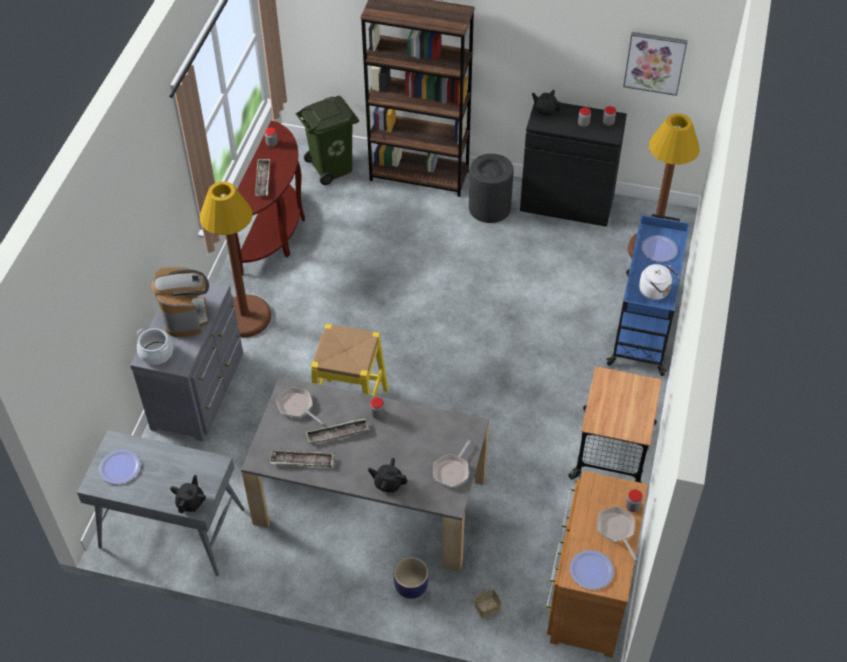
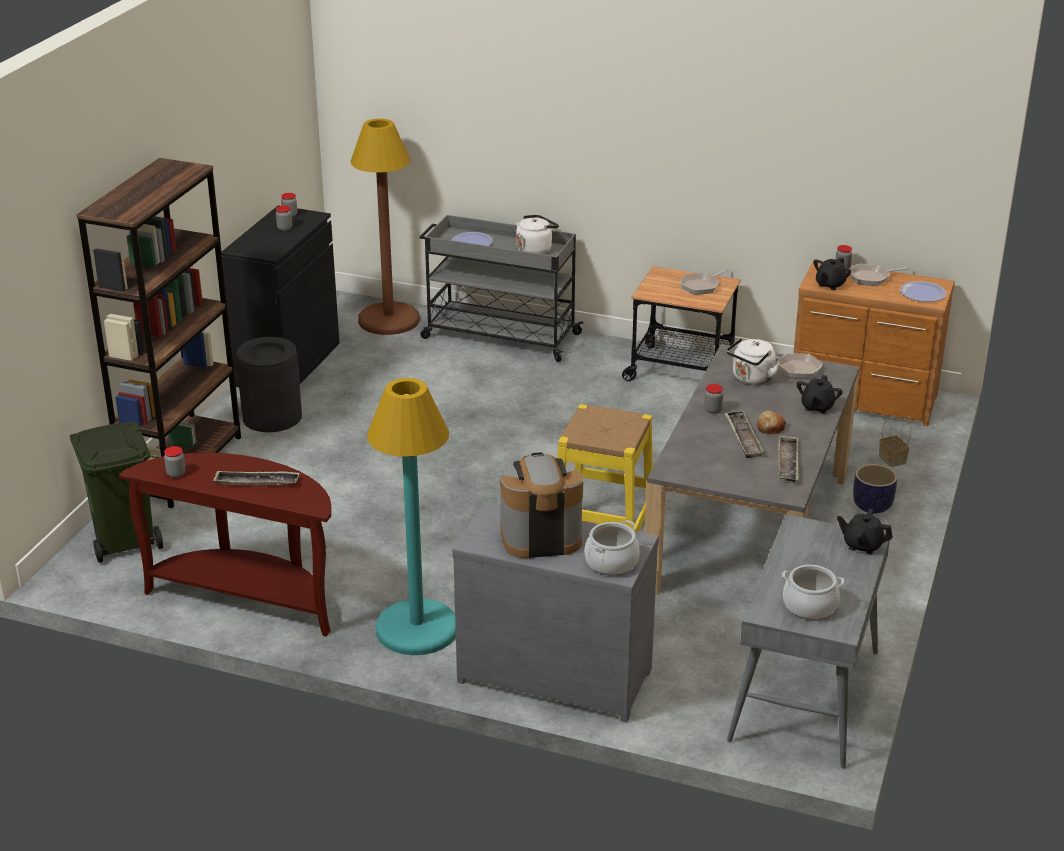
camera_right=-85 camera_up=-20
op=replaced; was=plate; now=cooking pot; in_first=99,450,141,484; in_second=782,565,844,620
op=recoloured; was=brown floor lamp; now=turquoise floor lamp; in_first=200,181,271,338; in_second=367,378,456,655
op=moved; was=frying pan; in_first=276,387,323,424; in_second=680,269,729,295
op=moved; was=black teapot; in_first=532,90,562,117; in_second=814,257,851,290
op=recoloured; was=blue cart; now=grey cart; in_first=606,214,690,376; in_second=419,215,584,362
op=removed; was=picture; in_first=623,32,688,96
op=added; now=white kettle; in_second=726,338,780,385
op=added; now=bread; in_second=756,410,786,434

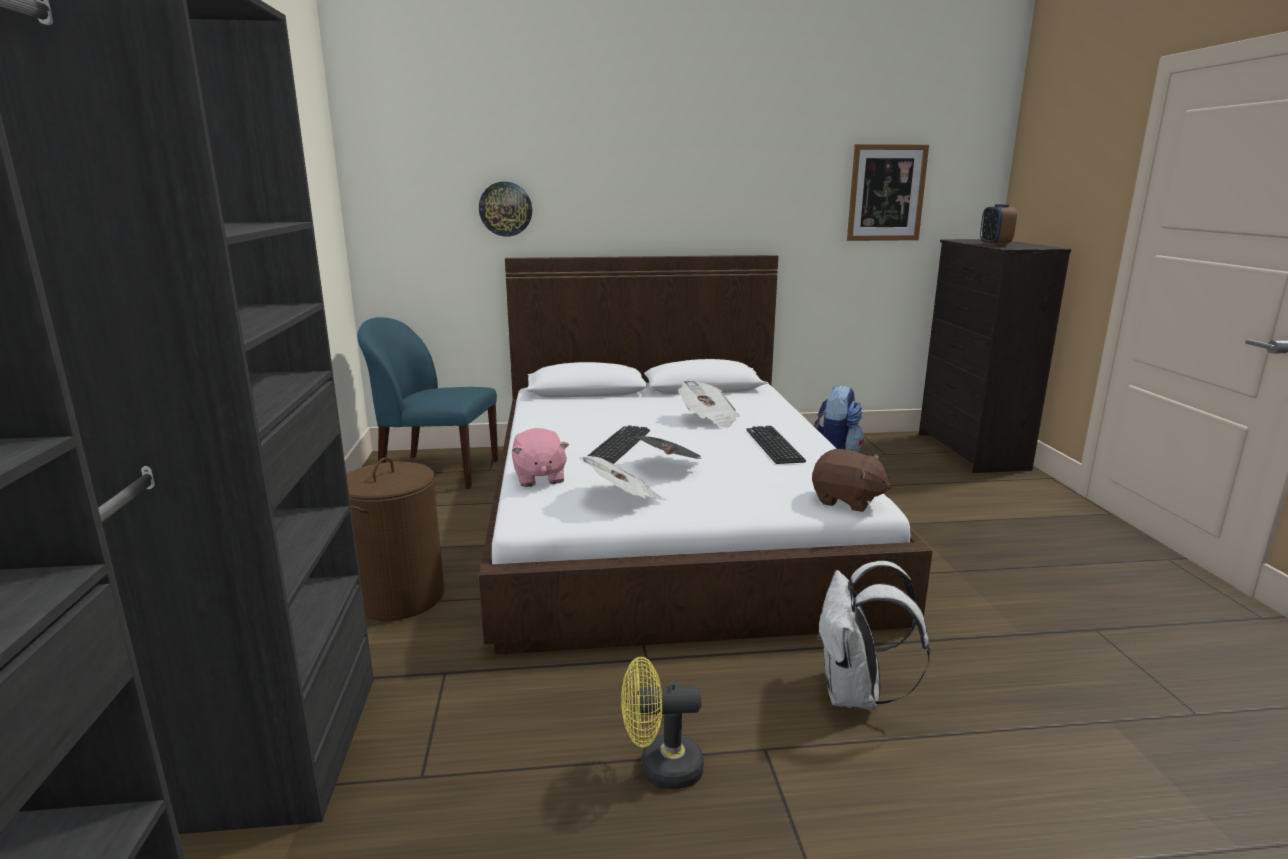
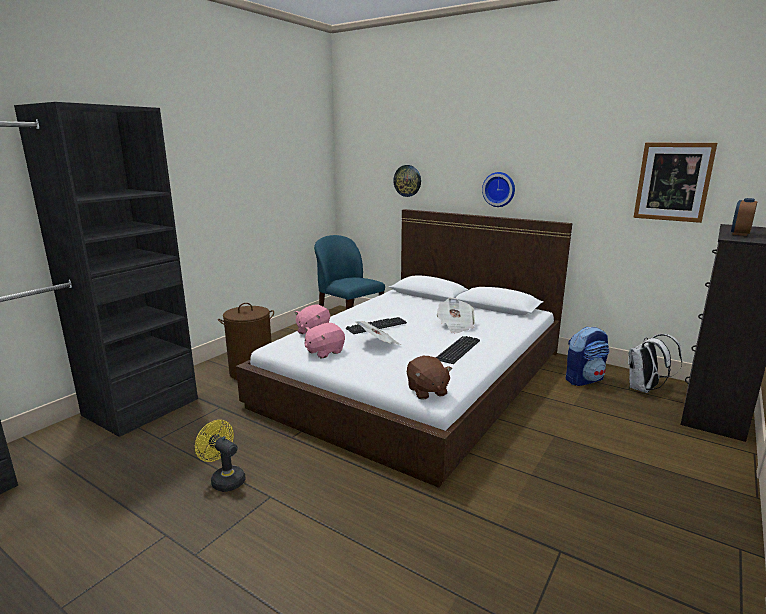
camera_right=40 camera_up=0
op=replaced; was=newspaper; now=pink plush toy; in_first=578,456,666,500; in_second=305,323,345,358
op=moved; was=white backpack; in_first=817,561,930,710; in_second=628,334,682,393
op=added; now=wall clock; in_second=482,172,515,207

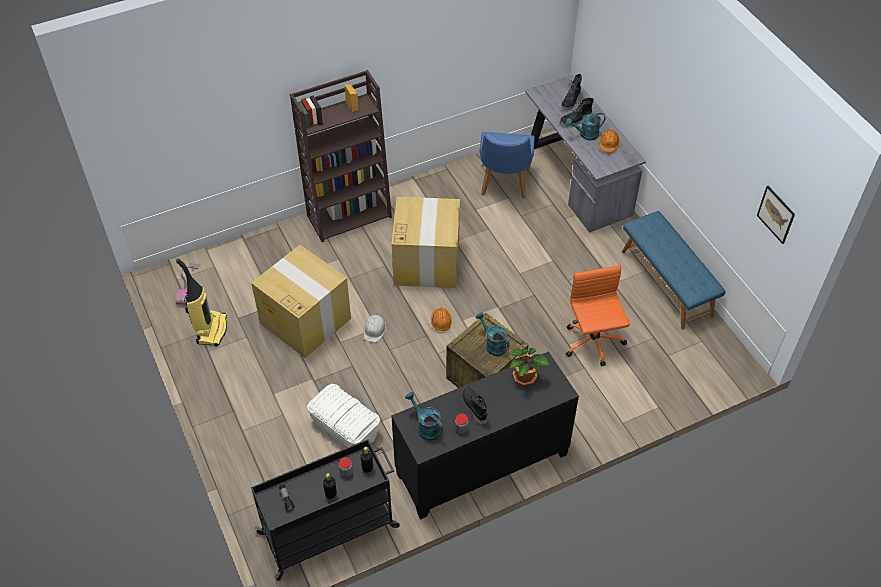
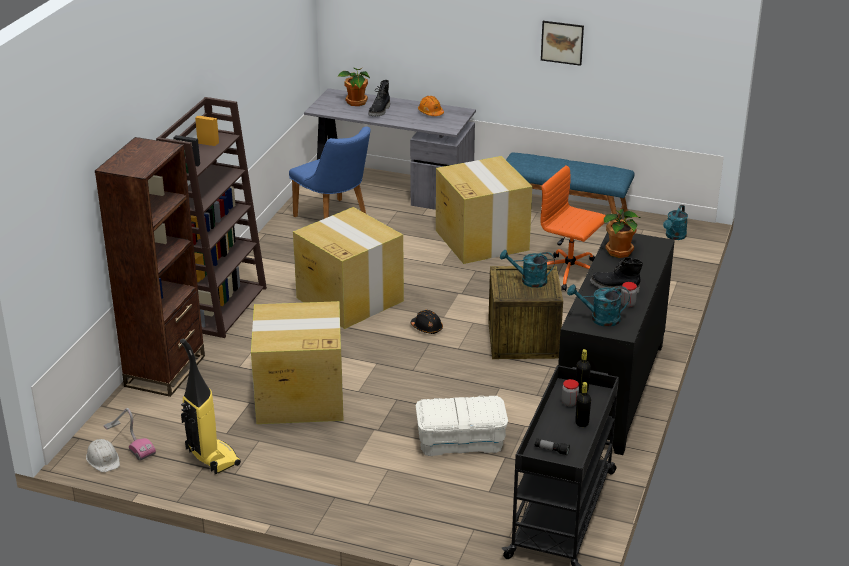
camera_right=-45 camera_up=-20
op=moved; was=white hard hat; in_first=364,314,386,342; in_second=86,439,120,472
op=recoloured; was=orange hard hat; now=black hard hat; in_first=431,308,452,331; in_second=411,310,443,334
op=replaced; was=black boot; now=potted plant; in_first=561,74,582,110; in_second=337,67,370,106
op=moved; was=turquoise watering can; in_first=566,113,605,140; in_second=663,205,688,240
op=moved; was=picture; in_first=757,186,795,244; in_second=541,21,584,66
op=added; now=brown bookcase; in_second=95,137,205,397
op=added; now=cardboard box; in_second=436,156,532,264

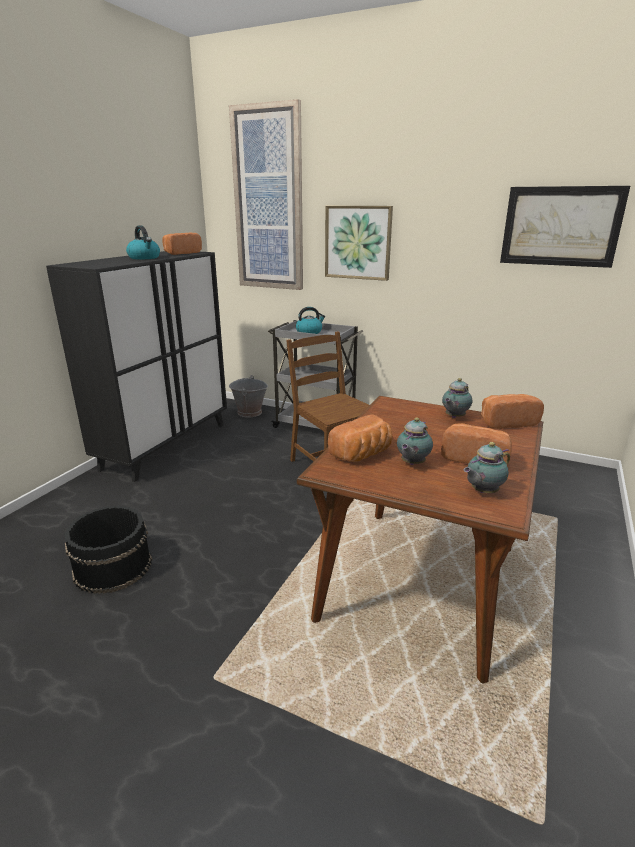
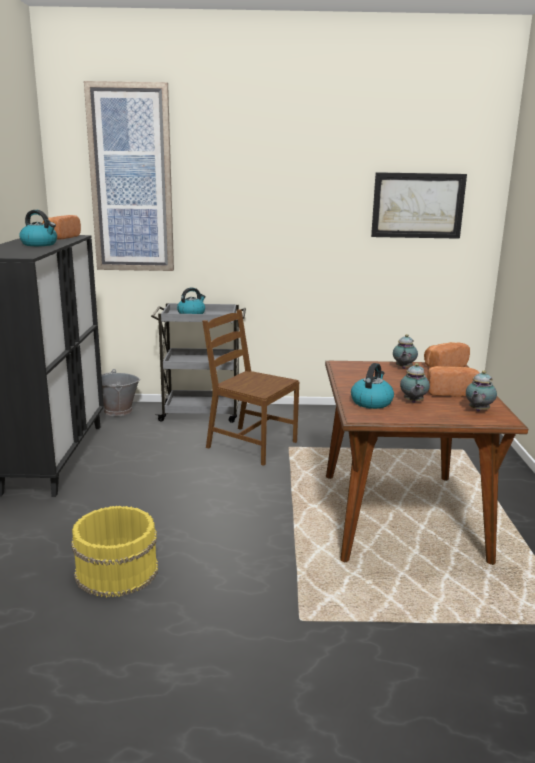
camera_right=-25 camera_up=-5
op=recoloured; was=black bucket; now=yellow bucket; in_first=65,506,152,594; in_second=71,506,158,597
op=removed; was=picture; in_first=325,206,393,281
op=replaced; was=bread; now=kettle; in_first=328,414,392,462; in_second=351,363,394,409

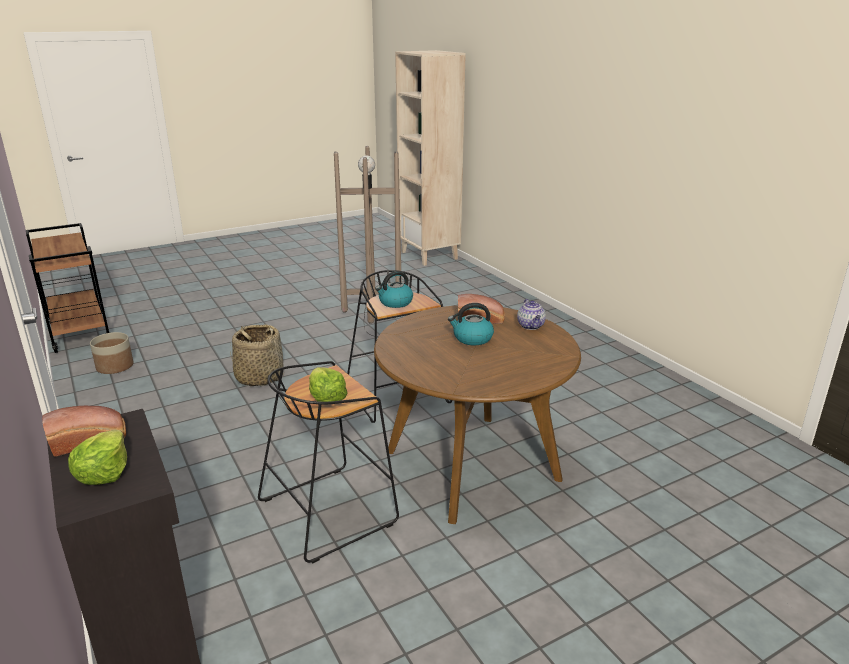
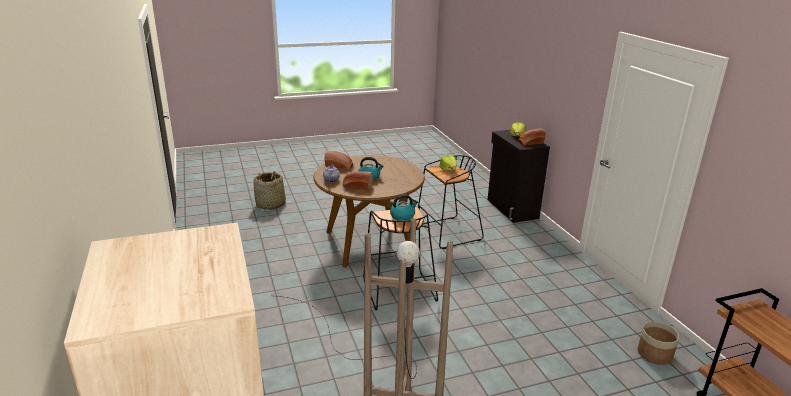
camera_right=-170 camera_up=0
op=moved; was=basket; in_first=230,324,284,386; in_second=254,171,286,210
op=added; now=bread; in_second=324,151,353,170

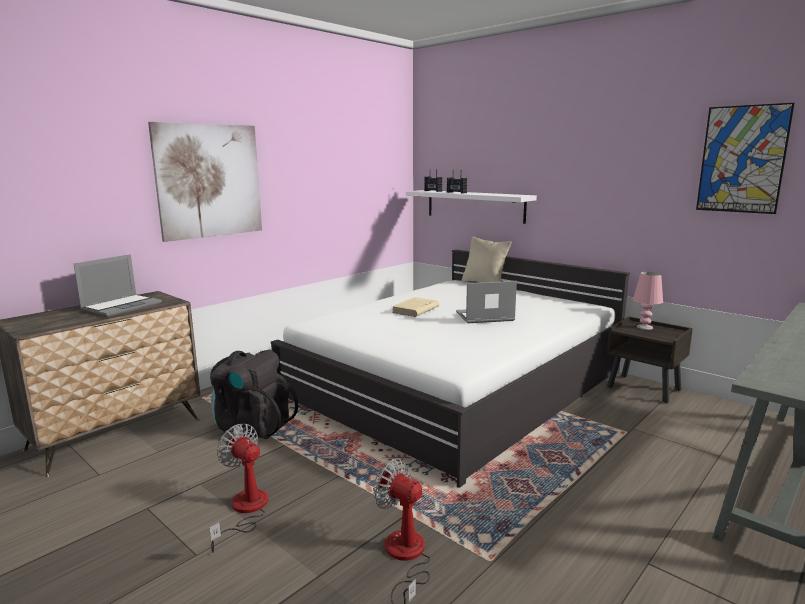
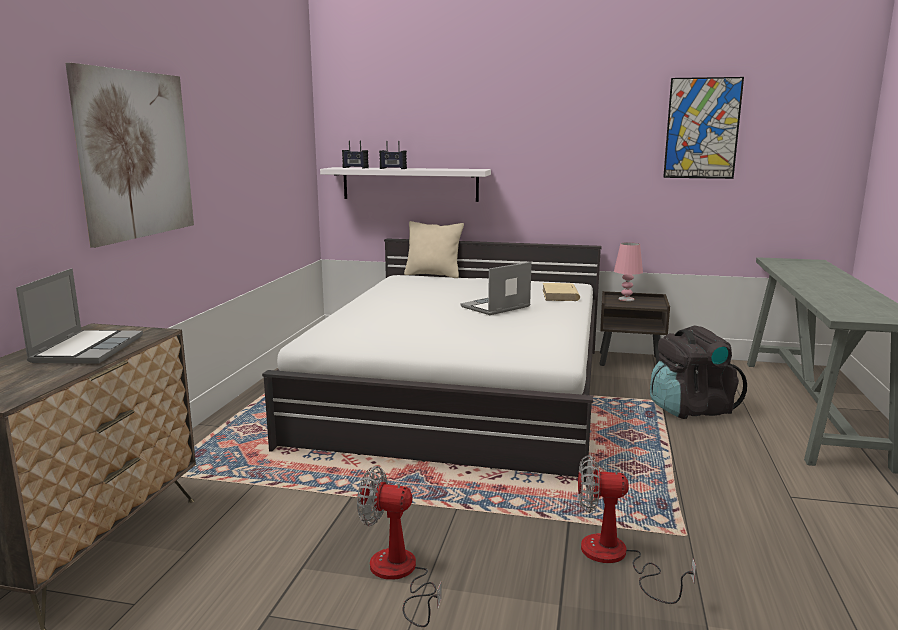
camera_right=-30 camera_up=0
op=moved; was=black backpack; in_first=210,349,298,439; in_second=650,325,747,419
op=moved; was=beige book; in_first=392,297,439,317; in_second=543,283,580,301

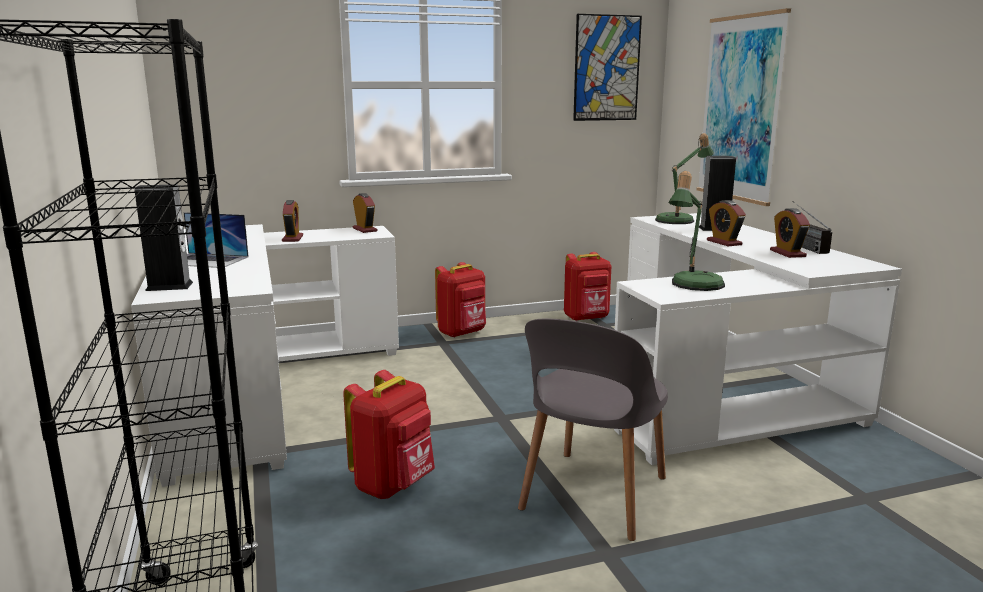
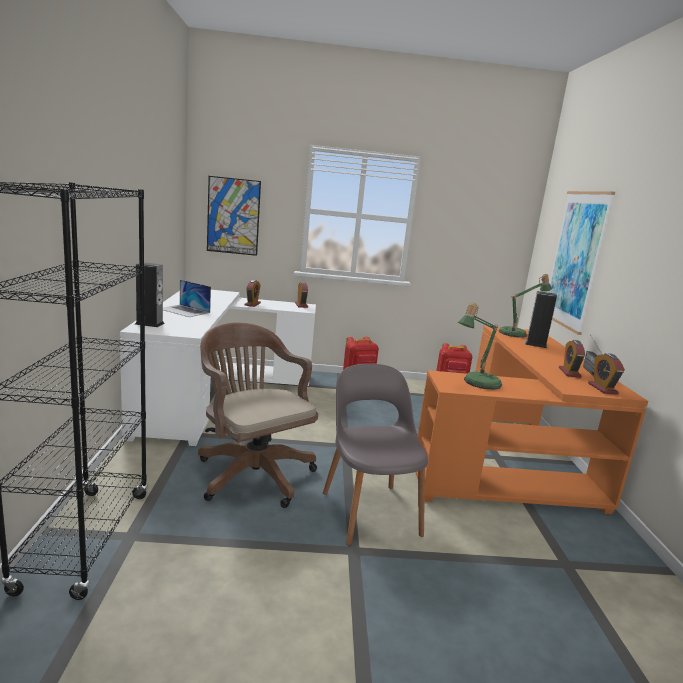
camera_right=15 camera_up=0
op=replaced; was=red backpack; now=brown office chair; in_first=343,370,435,499; in_second=198,322,318,508
op=turned; was=grey chair; in_first=518,319,668,541; in_second=323,364,428,545; clockwise=120
op=moved; was=picture; in_first=573,14,642,121; in_second=207,176,261,256
op=recoloured; was=white desk; now=orange desk; in_first=614,213,902,465; in_second=415,326,648,514
op=moved; was=alarm clock; in_first=707,200,746,246; in_second=588,353,625,394

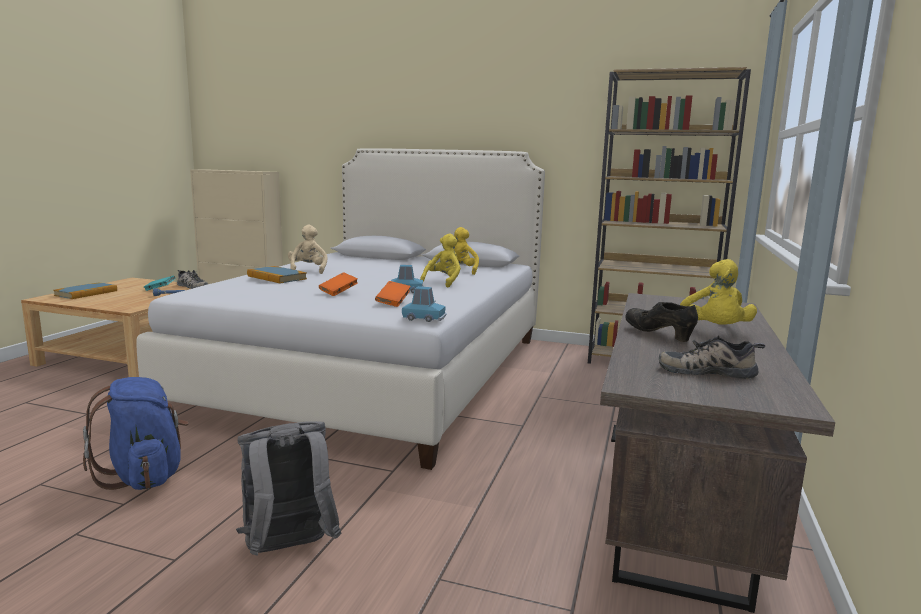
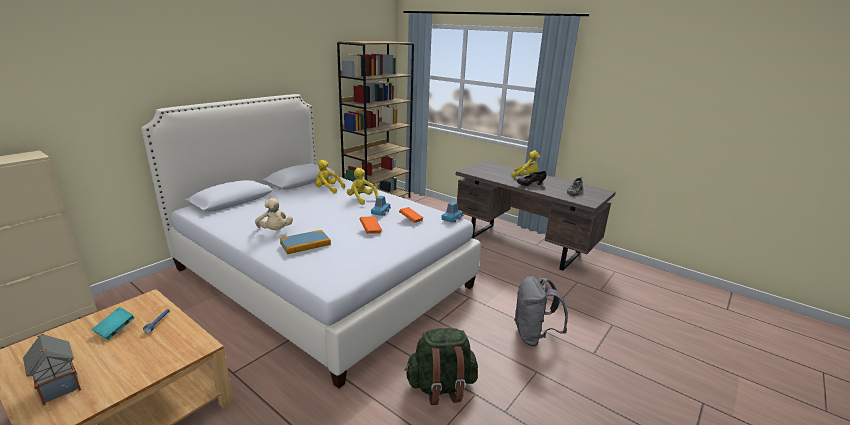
camera_right=-70 camera_up=10
op=replaced; was=book; now=toy house; in_first=53,283,117,299; in_second=23,333,81,405
op=recoloured; was=blue backpack; now=green backpack; in_first=83,377,189,490; in_second=405,328,478,405
op=removed; was=shoe; in_first=177,270,208,289
op=turned; was=beige plush toy; in_first=288,225,327,274; in_second=255,198,293,230; clockwise=-135

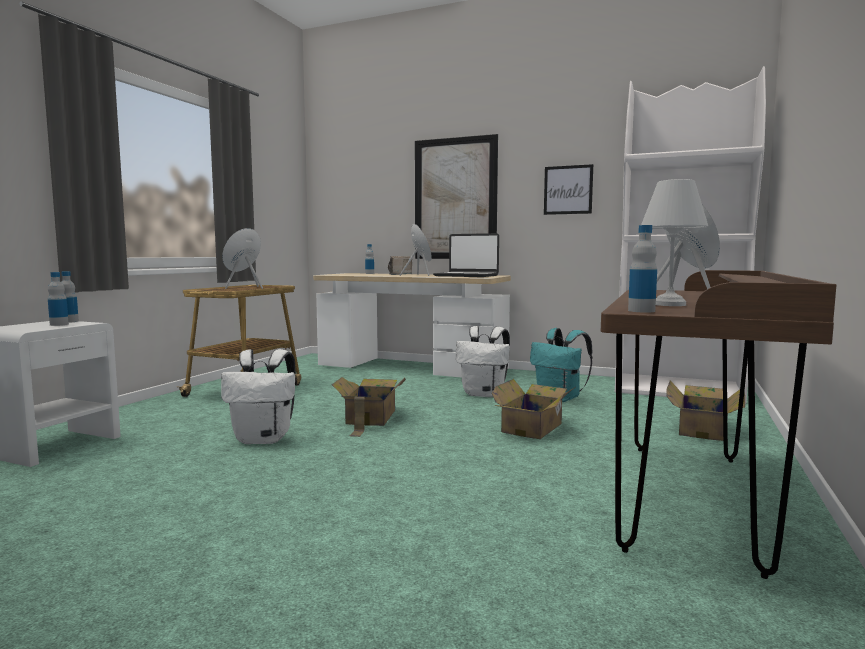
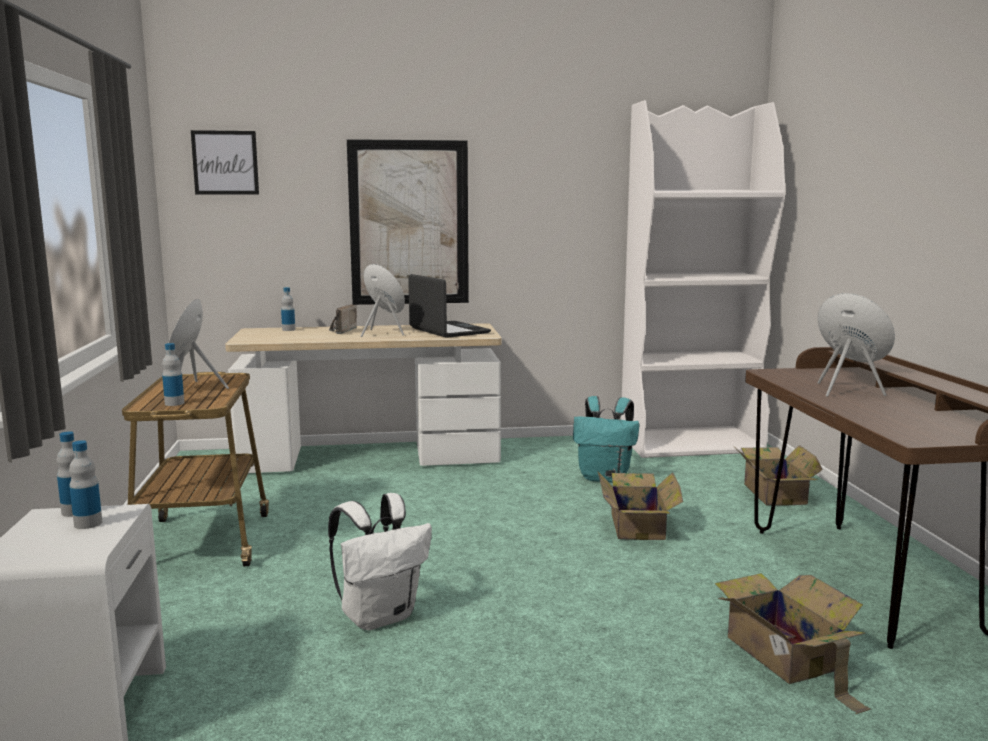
camera_right=-30 camera_up=5
op=moved; was=cardboard box; in_first=332,377,406,437; in_second=715,573,870,714
op=turned; was=laptop; in_first=433,233,499,277; in_second=408,274,491,338; clockwise=-120
op=removed; was=white backpack; in_first=456,326,510,397
op=moved; was=picture; in_first=544,164,593,215; in_second=191,130,259,194
op=moved; was=bottle; in_first=628,225,657,312; in_second=162,343,184,406
op=removed; was=white table lamp; in_first=641,179,708,306

